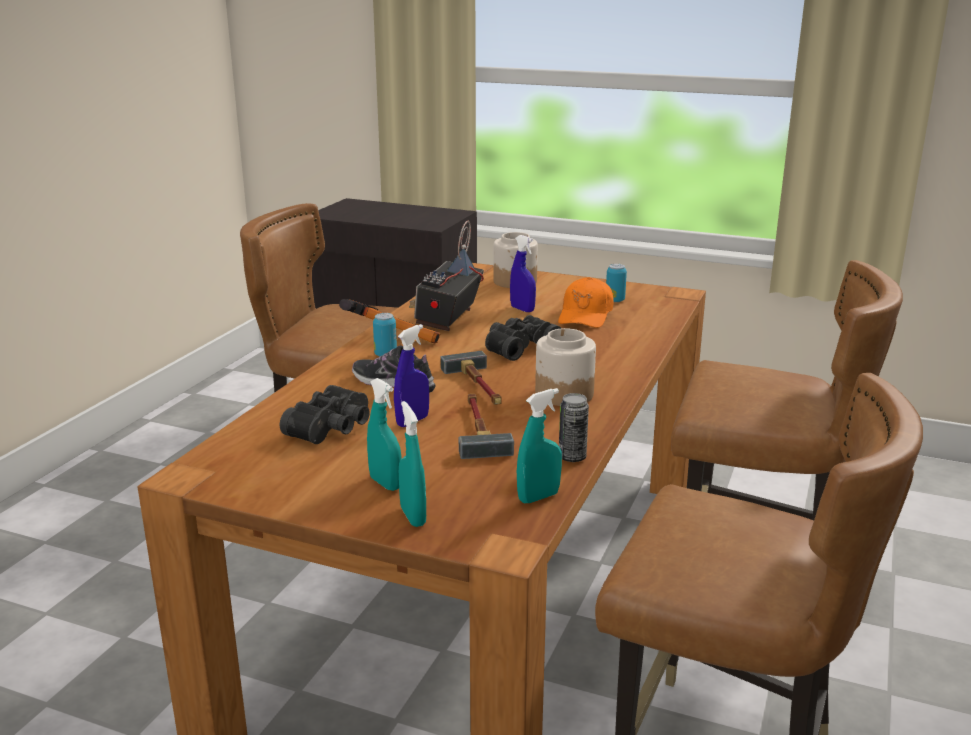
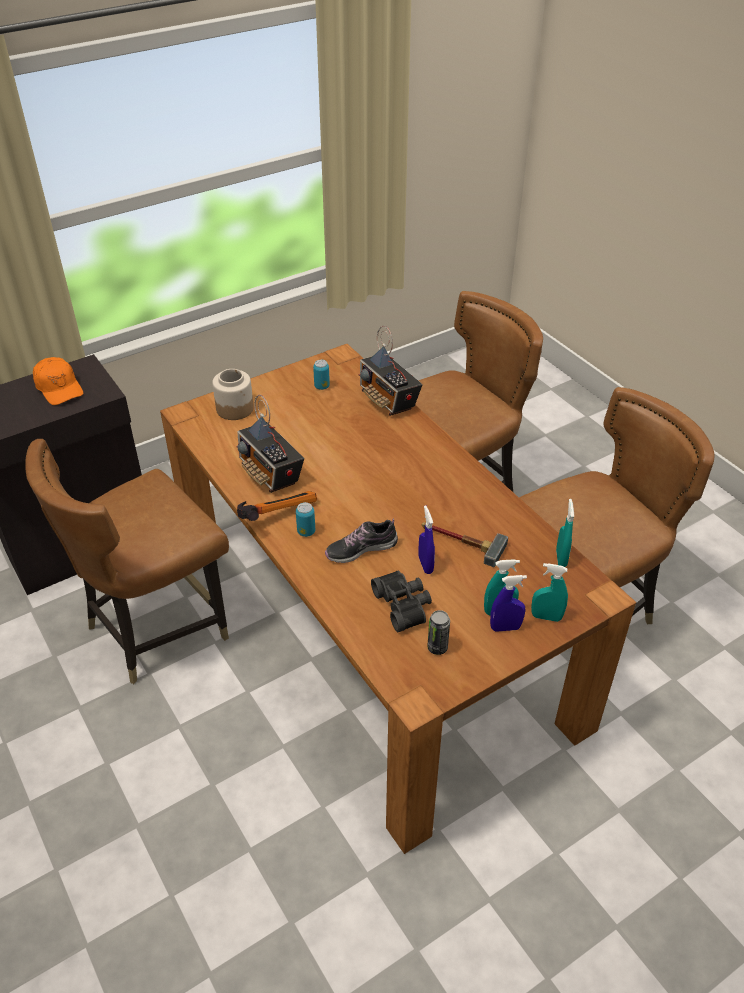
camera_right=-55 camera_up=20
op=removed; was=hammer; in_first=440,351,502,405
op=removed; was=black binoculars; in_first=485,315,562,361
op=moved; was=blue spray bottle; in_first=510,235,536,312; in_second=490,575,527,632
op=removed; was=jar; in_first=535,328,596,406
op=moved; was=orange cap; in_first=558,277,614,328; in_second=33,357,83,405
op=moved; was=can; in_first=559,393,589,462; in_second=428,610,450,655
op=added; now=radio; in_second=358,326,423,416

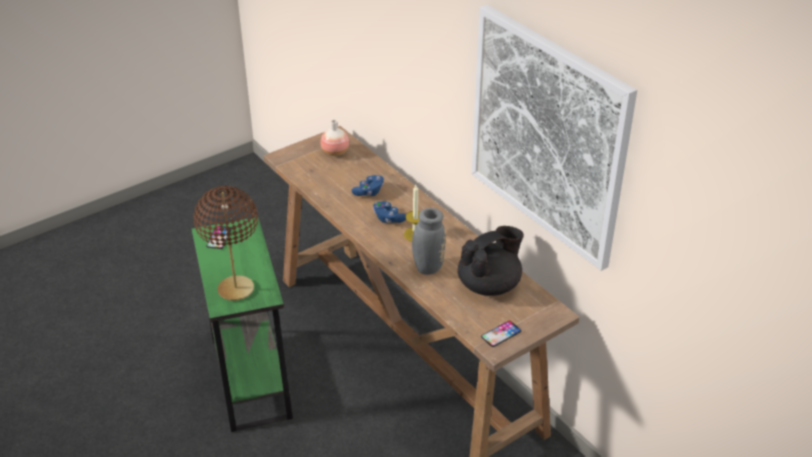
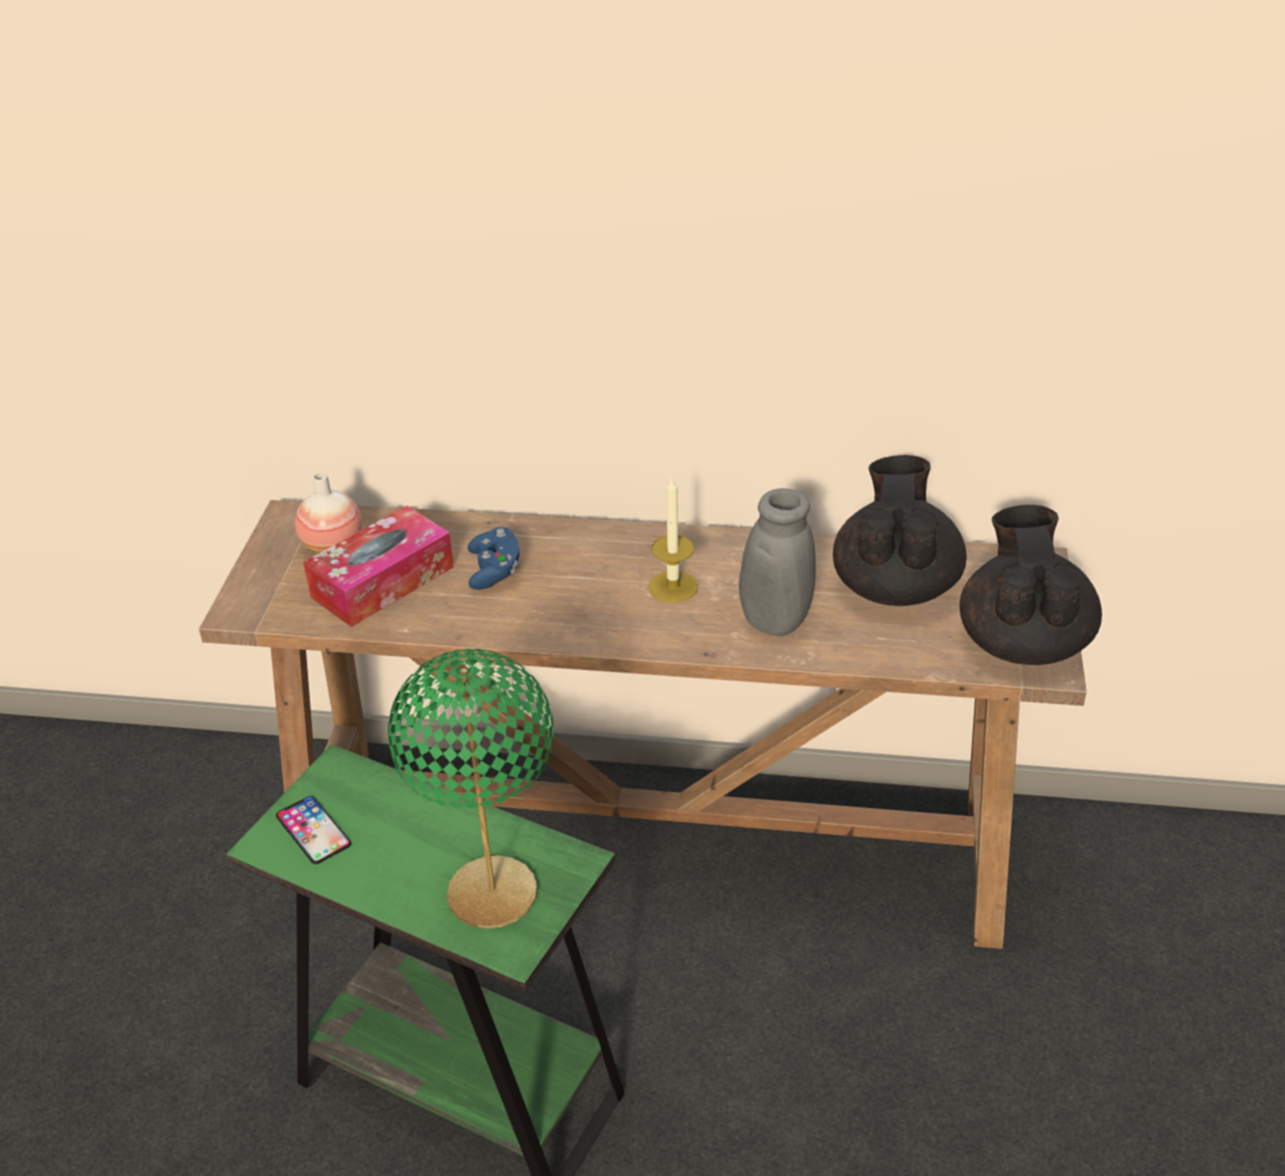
camera_right=-45 camera_up=0
op=recoloured; was=brown table lamp; now=green table lamp; in_first=193,186,258,301; in_second=388,649,554,929
op=removed; was=blue game controller; in_first=373,201,406,223
op=removed; was=picture; in_first=471,5,637,271
op=replaced; was=phone; now=black teapot; in_first=481,321,521,347; in_second=960,505,1102,665
op=added; now=tissue box; in_second=303,506,454,627

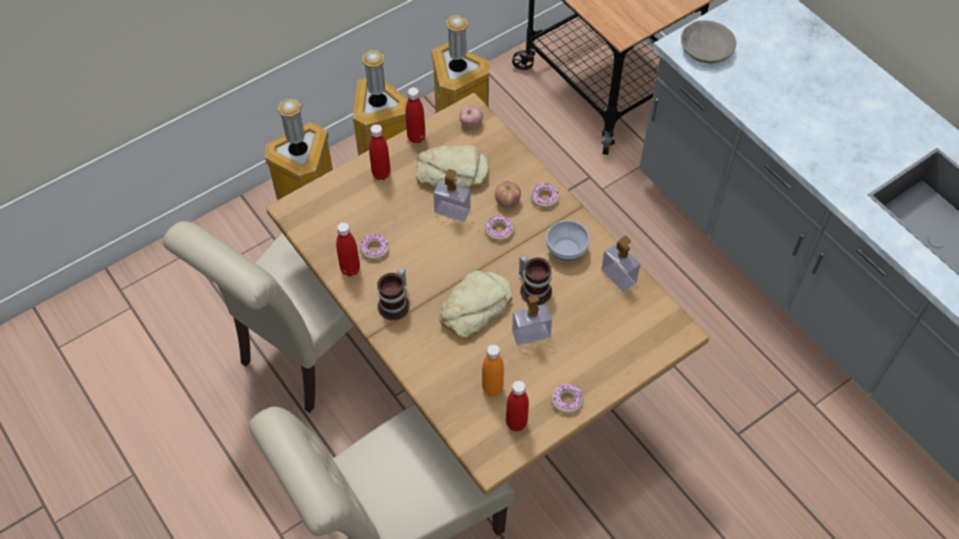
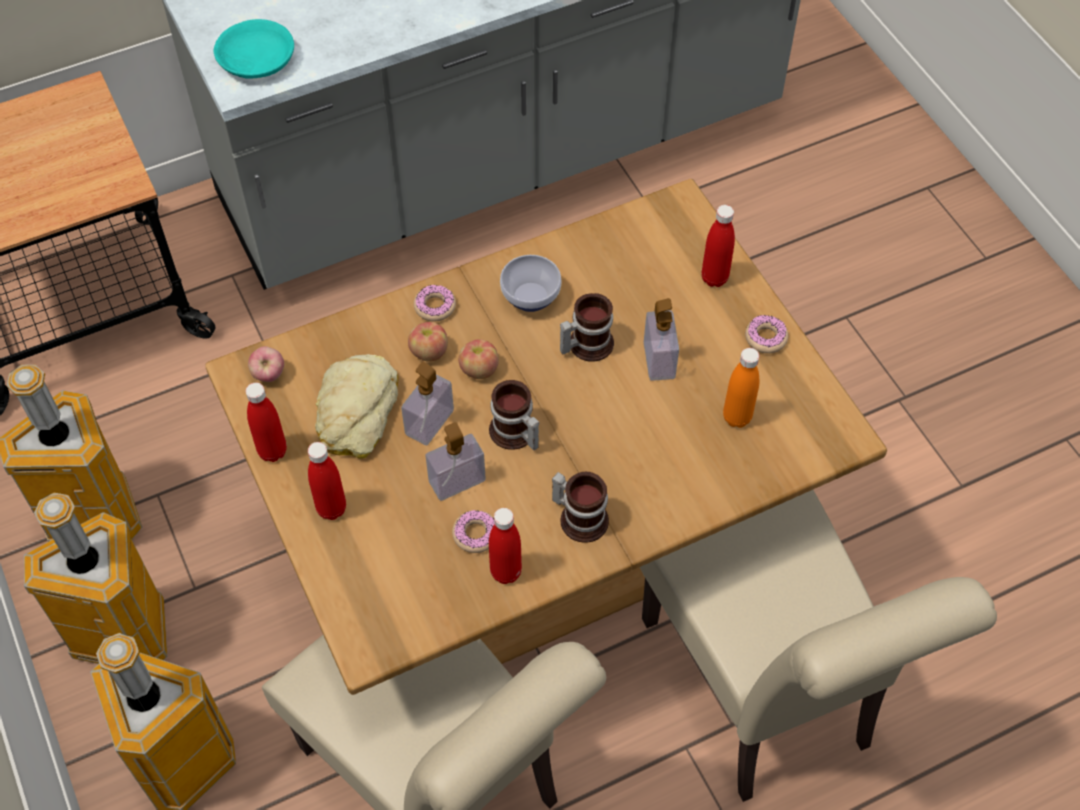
camera_right=-80 camera_up=0
op=removed; was=bread; in_first=439,271,512,339
op=replaced; was=donut; now=apple; in_first=485,215,514,241; in_second=459,339,499,379
op=moved; was=red bottle; in_first=506,380,529,431; in_second=702,205,735,287
op=moved; was=soap dispenser; in_first=601,235,640,292; in_second=425,422,486,501
op=recoloured; was=grey bowl; now=turquoise bowl; in_first=681,20,736,64; in_second=214,19,294,79
op=added; now=mug; in_second=489,380,539,450

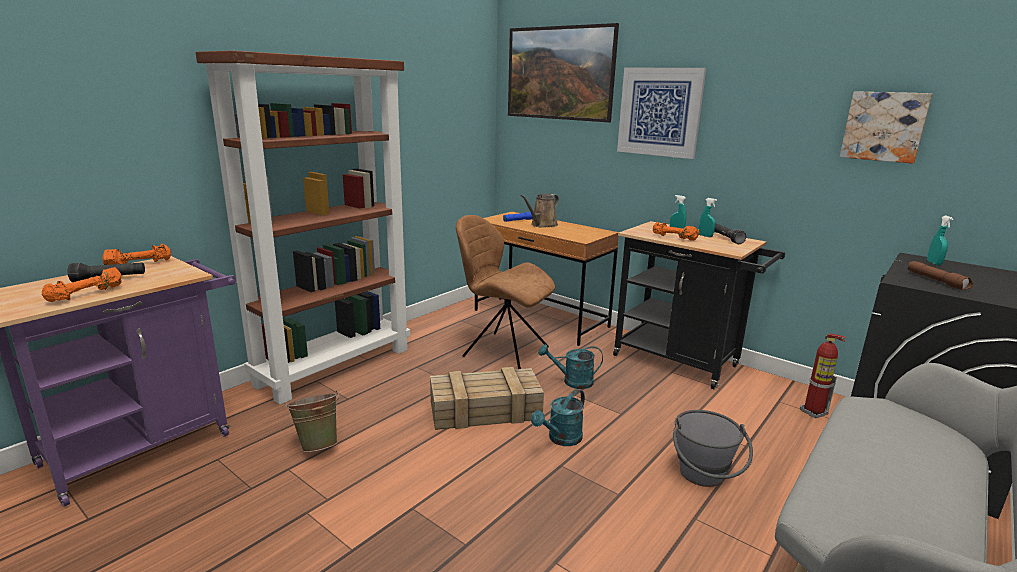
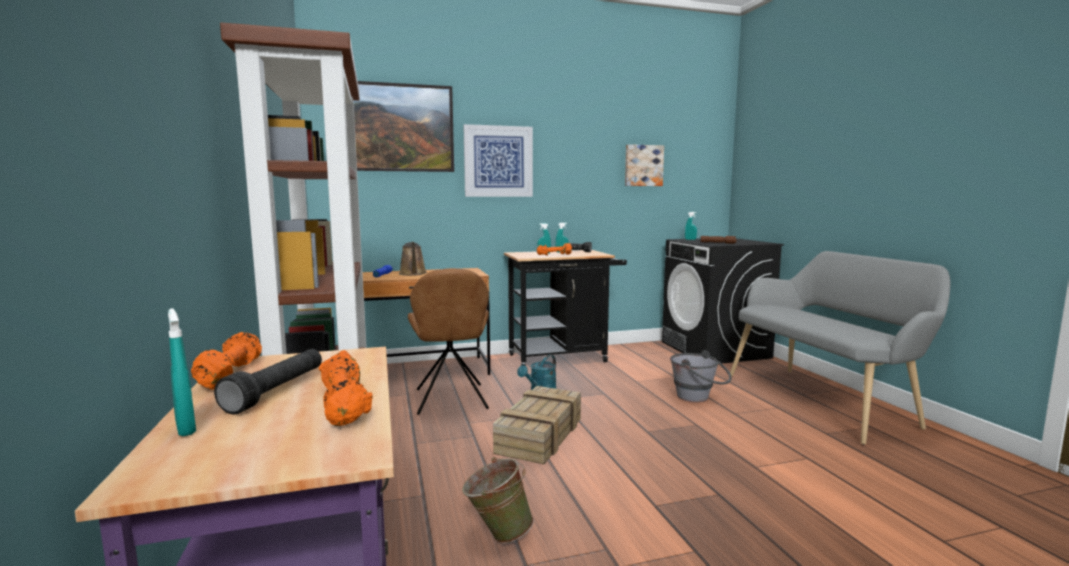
camera_right=-55 camera_up=-10
op=turned; was=brown chair; in_first=456,215,555,369; in_second=408,268,489,415; clockwise=-75
op=removed; was=turquoise watering can; in_first=531,389,585,446
op=removed; was=fire extinguisher; in_first=800,333,846,419
op=added; now=turquoise spray bottle; in_second=168,308,196,436

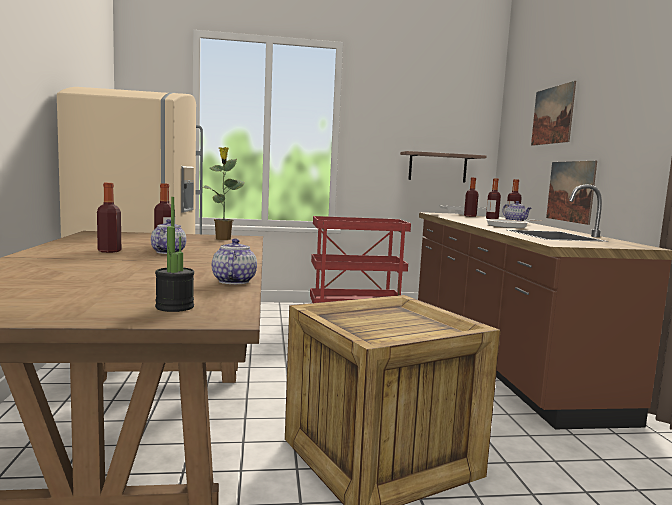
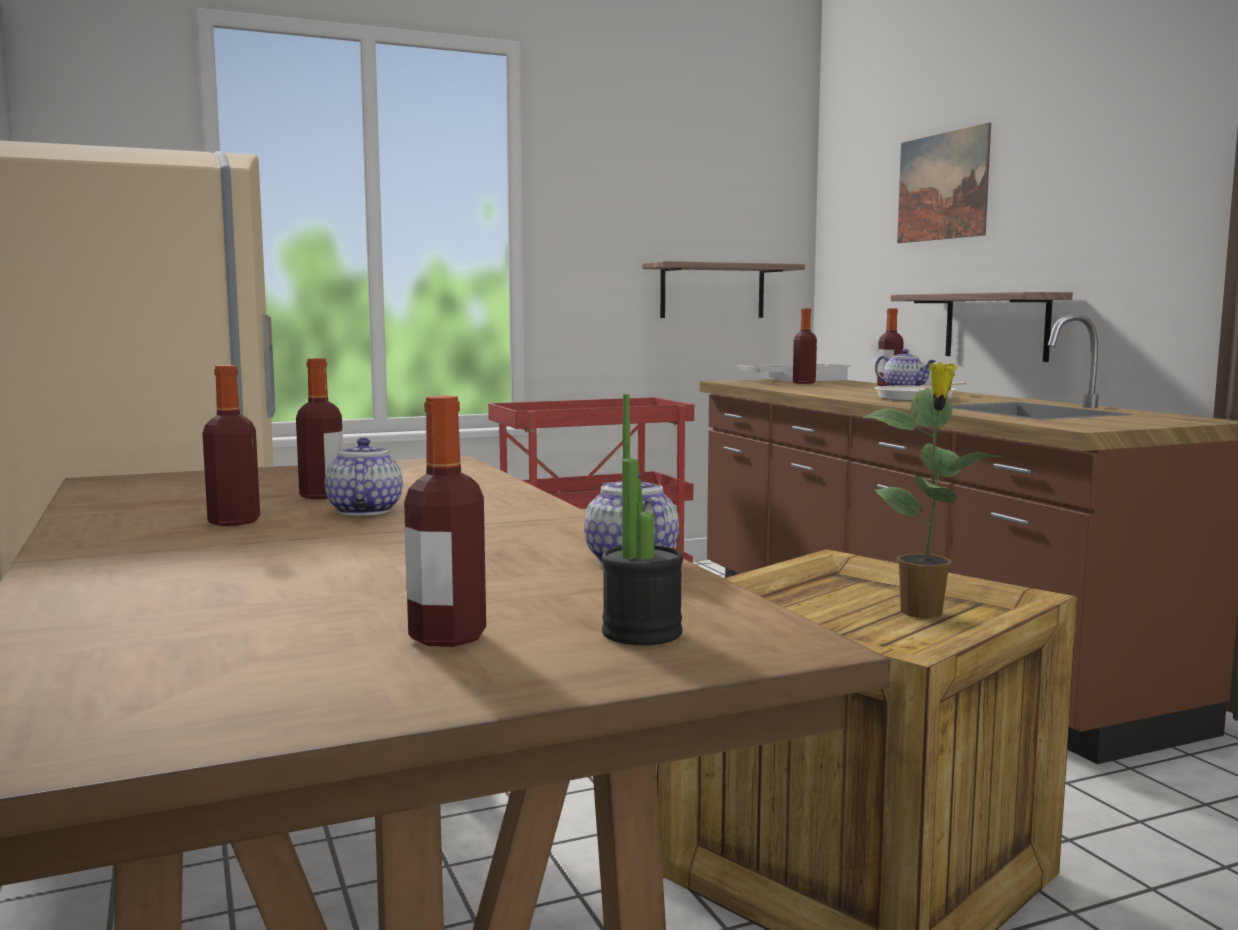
camera_right=-15 camera_up=0
op=moved; was=potted plant; in_first=201,147,245,240; in_second=862,362,1001,618
op=moved; was=bottle; in_first=486,178,501,219; in_second=404,396,486,647
op=replaced; was=picture; now=shelf; in_first=546,161,597,225; in_second=891,292,1073,362

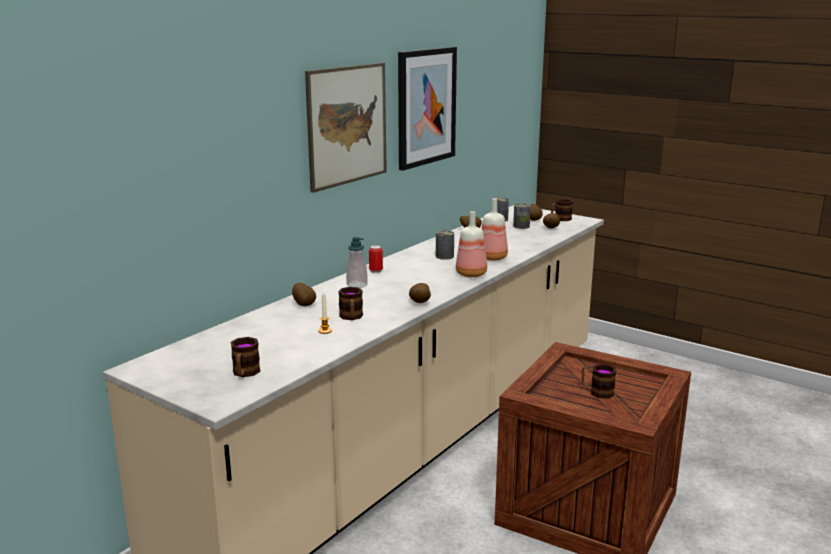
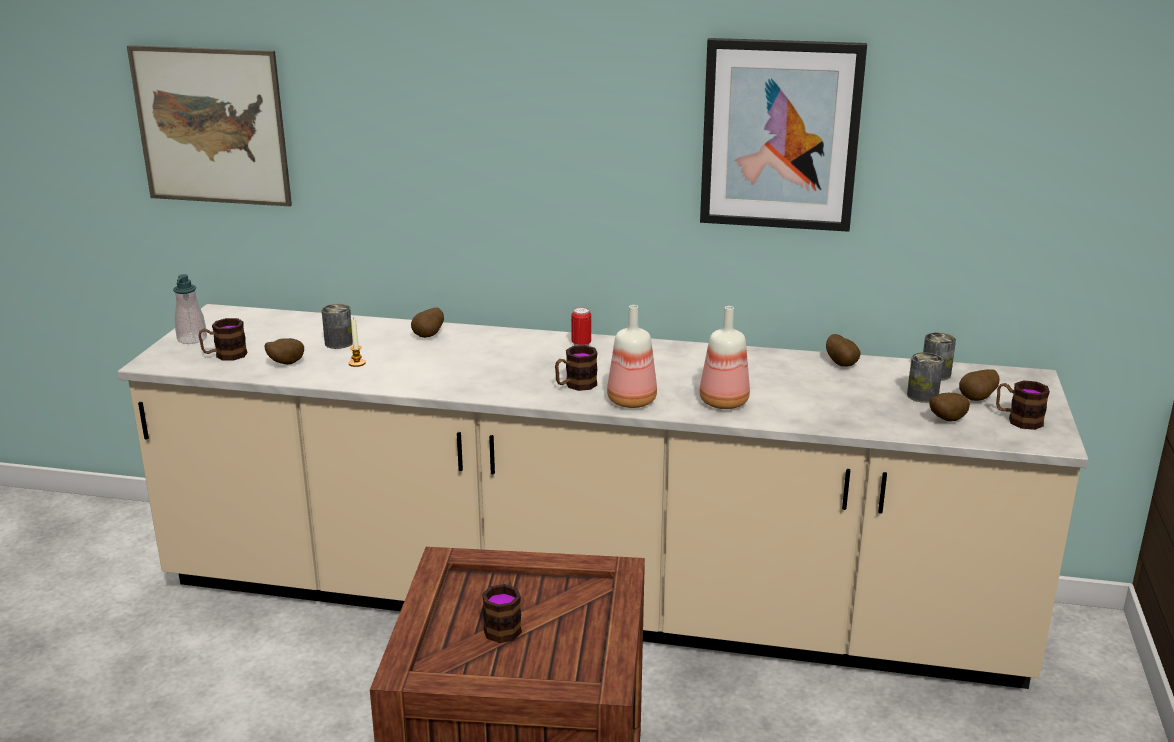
camera_right=65 camera_up=5
op=moved; was=picture; in_first=305,63,387,193; in_second=127,45,292,206
op=moved; was=mug; in_first=338,287,363,320; in_second=555,345,597,391
op=moved; was=soap dispenser; in_first=346,237,368,288; in_second=173,274,207,344
op=moved; was=potato; in_first=409,283,431,303; in_second=264,338,304,365
op=moved; was=can; in_first=436,230,454,260; in_second=322,304,353,349

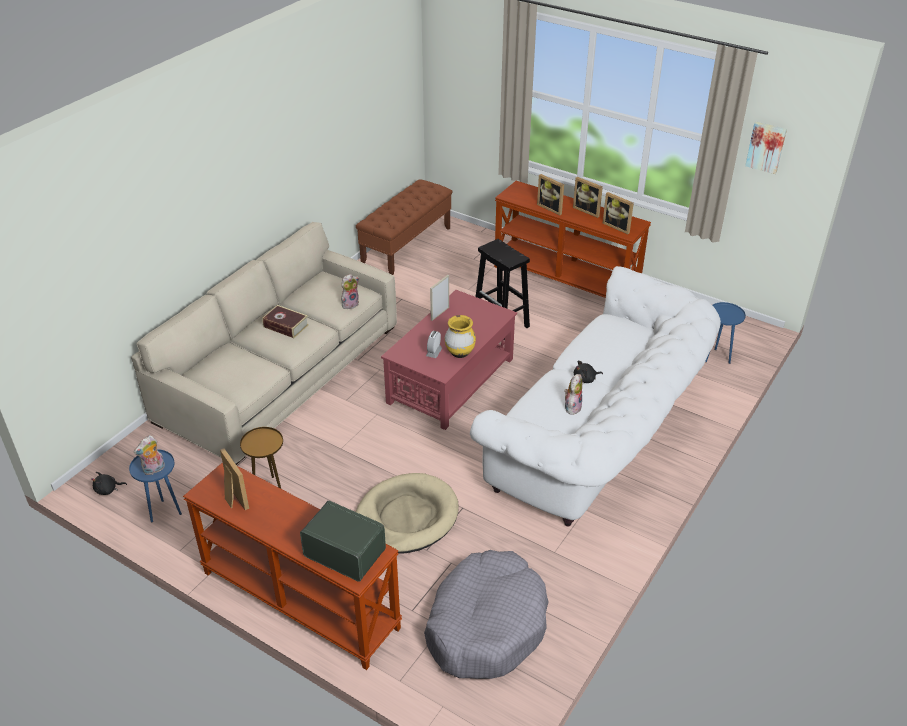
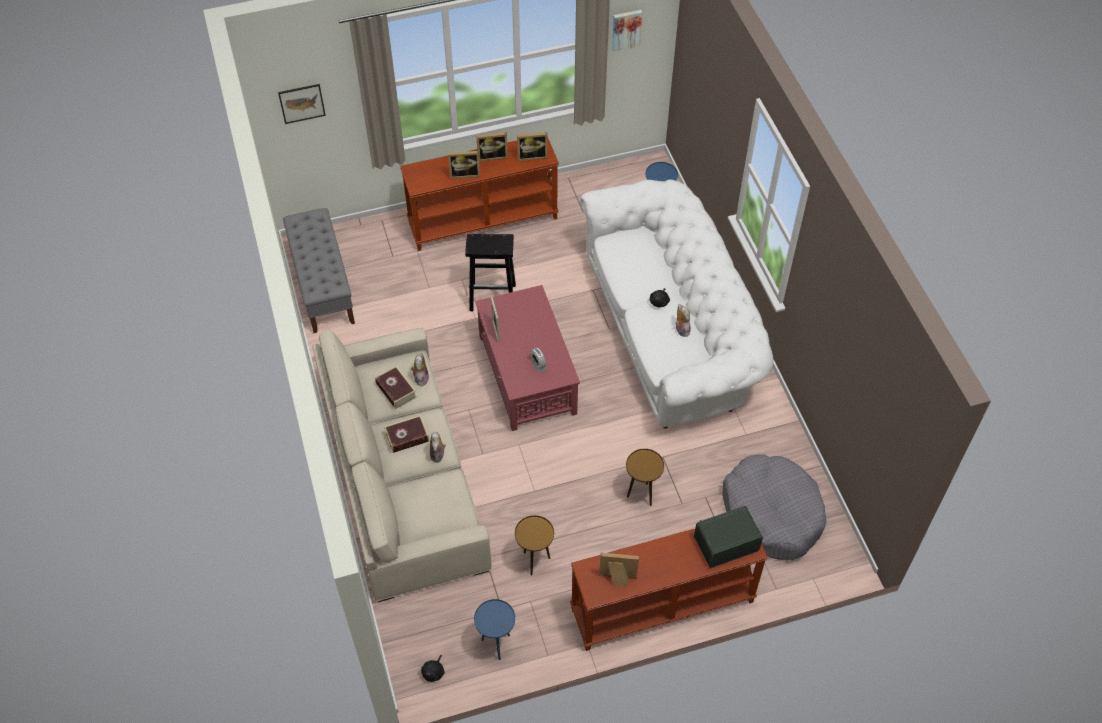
camera_right=-50 camera_up=15
op=moved; was=plush toy; in_first=134,435,165,475; in_second=430,431,446,463
op=recoloured; was=brown bench; now=grey bench; in_first=356,179,452,275; in_second=283,208,355,333
op=replaced; was=beige dog bed; now=brown side table; in_first=356,473,459,553; in_second=626,449,664,506
op=removed; was=yellow vase; in_first=445,315,476,358
op=added; now=picture; in_second=278,84,326,124
op=added; now=book; in_second=375,366,417,409

